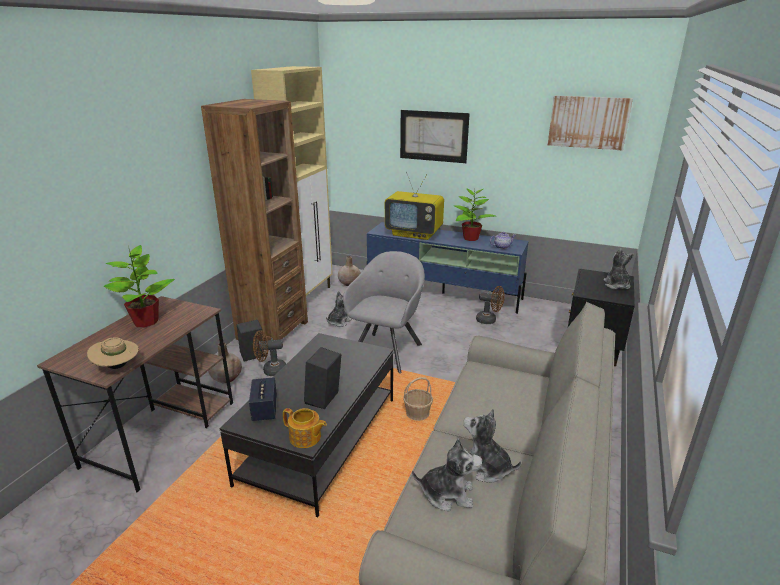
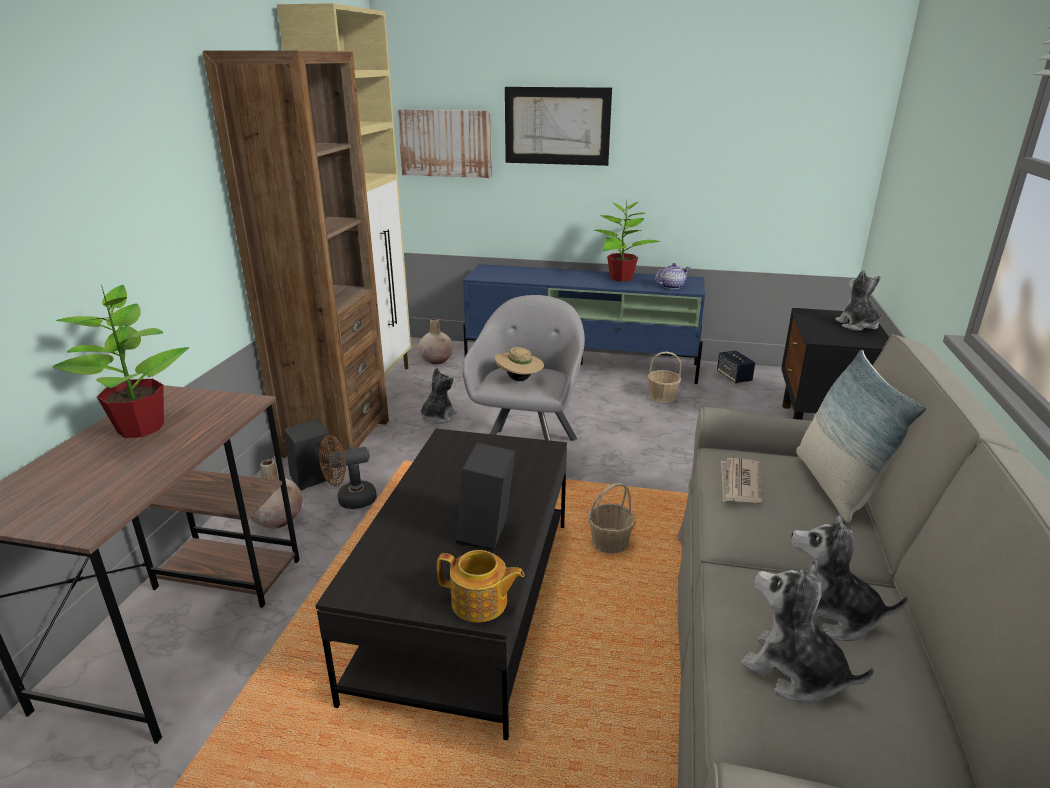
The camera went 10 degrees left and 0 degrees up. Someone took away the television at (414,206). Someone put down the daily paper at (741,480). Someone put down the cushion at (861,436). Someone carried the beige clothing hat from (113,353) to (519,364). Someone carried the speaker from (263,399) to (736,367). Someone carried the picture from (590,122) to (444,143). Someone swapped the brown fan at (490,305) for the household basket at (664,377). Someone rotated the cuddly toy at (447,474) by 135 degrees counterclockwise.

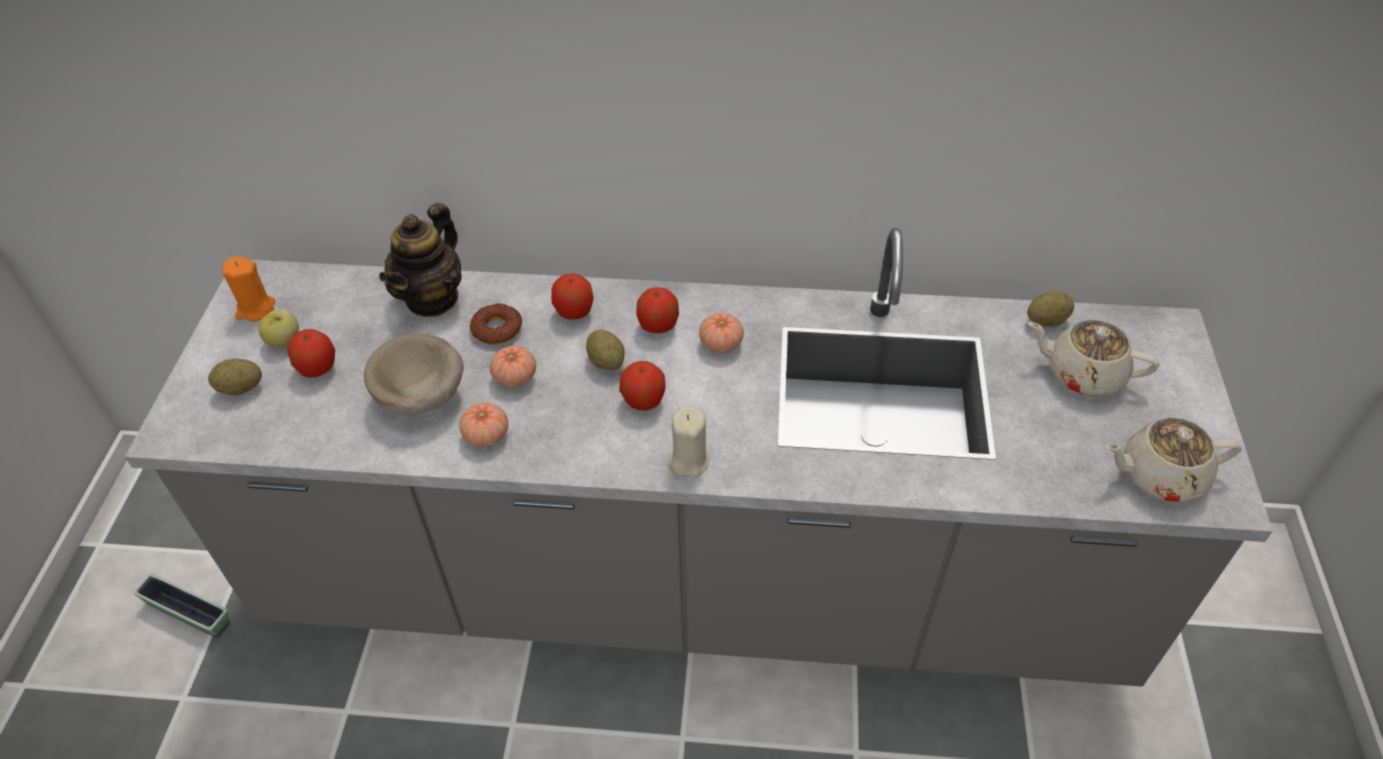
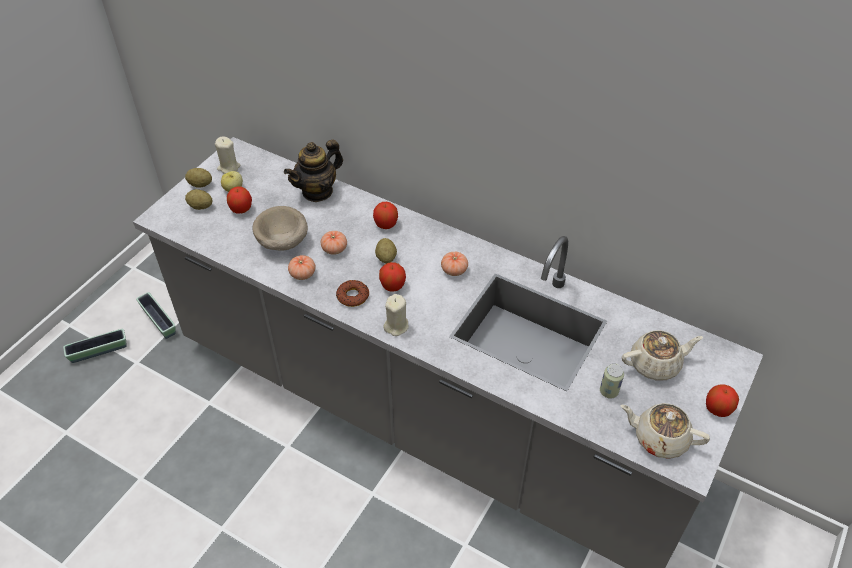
The camera went 25 degrees right and 0 degrees up. Someone put down the plant pot at (95,346). Someone put down the metal can at (612,381). Someone carried the doughnut from (496,323) to (352,293). Someone carried the apple fruit from (657,310) to (722,400). Someone carried the whole potato from (1050,309) to (198,178). Someone repainted the orangey candle at (249,289), which became the beige candle at (227,155). Someone rotated the beige teapot at (1093,357) by 120 degrees clockwise.

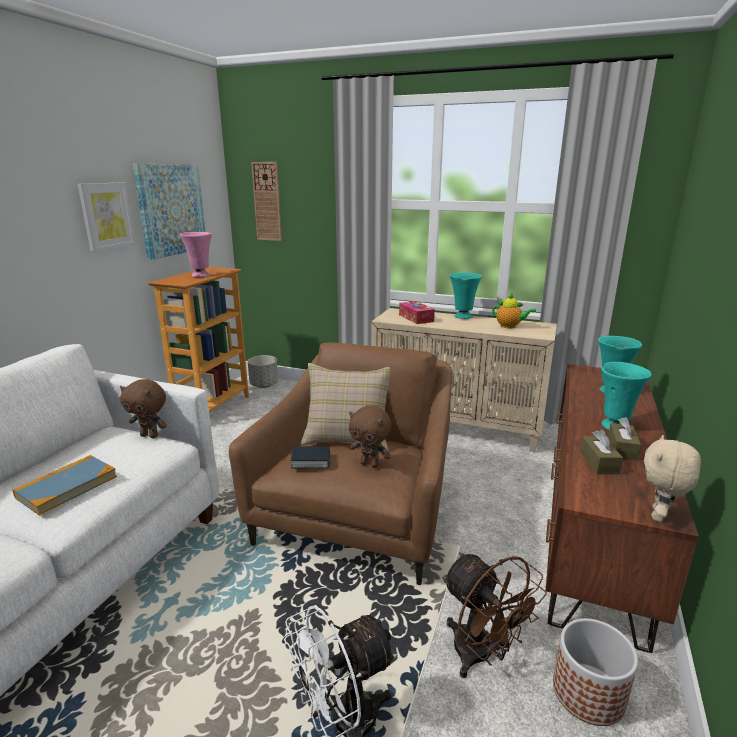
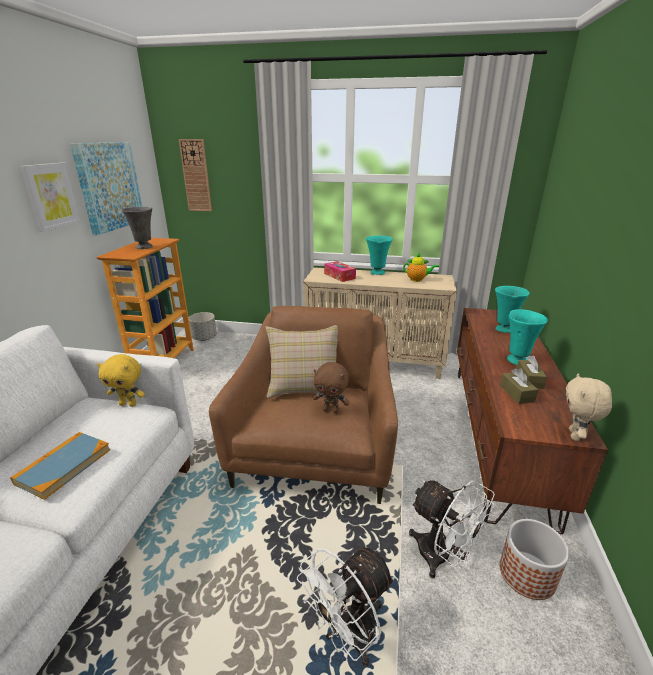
The camera went 10 degrees left and 5 degrees up. Someone took away the volume at (310,457). Someone repainted the brown cuddly toy at (143,408), which became the yellow cuddly toy at (121,380). Someone repainted the pink vase at (196,254), which became the gray vase at (137,228). Someone repainted the brown fan at (494,615), which became the whitish fan at (452,529).

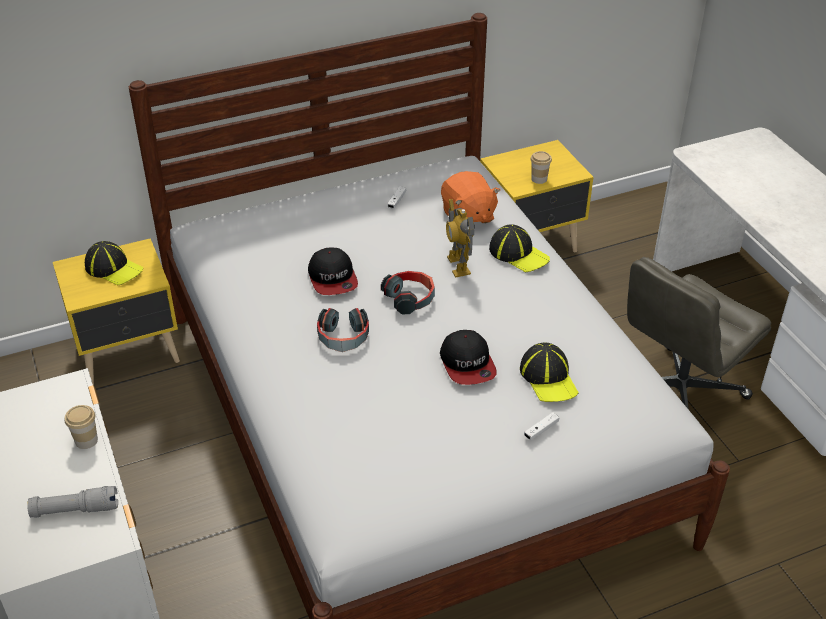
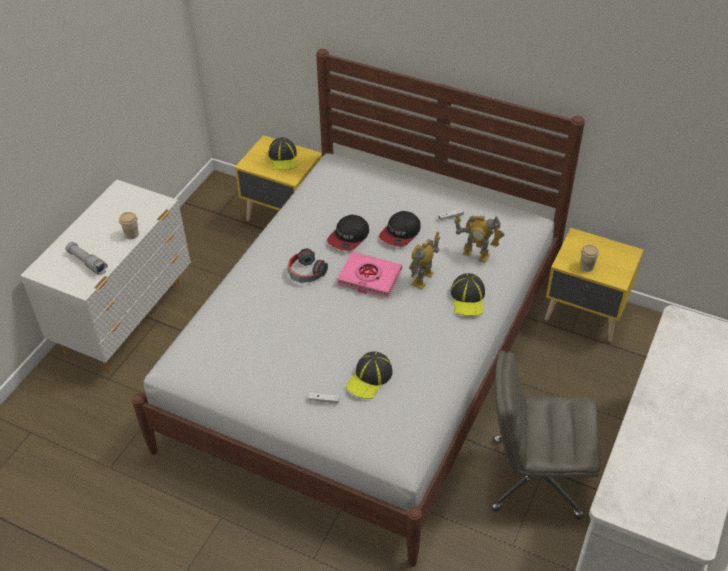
The camera went 50 degrees right and 5 degrees up. Someone carried the peaked cap from (468,357) to (400,229). Someone swapped the headphones at (408,293) for the pink volume at (369,275). Someone swapped the orangey cuddly toy at (470,197) for the robot figure at (479,238).

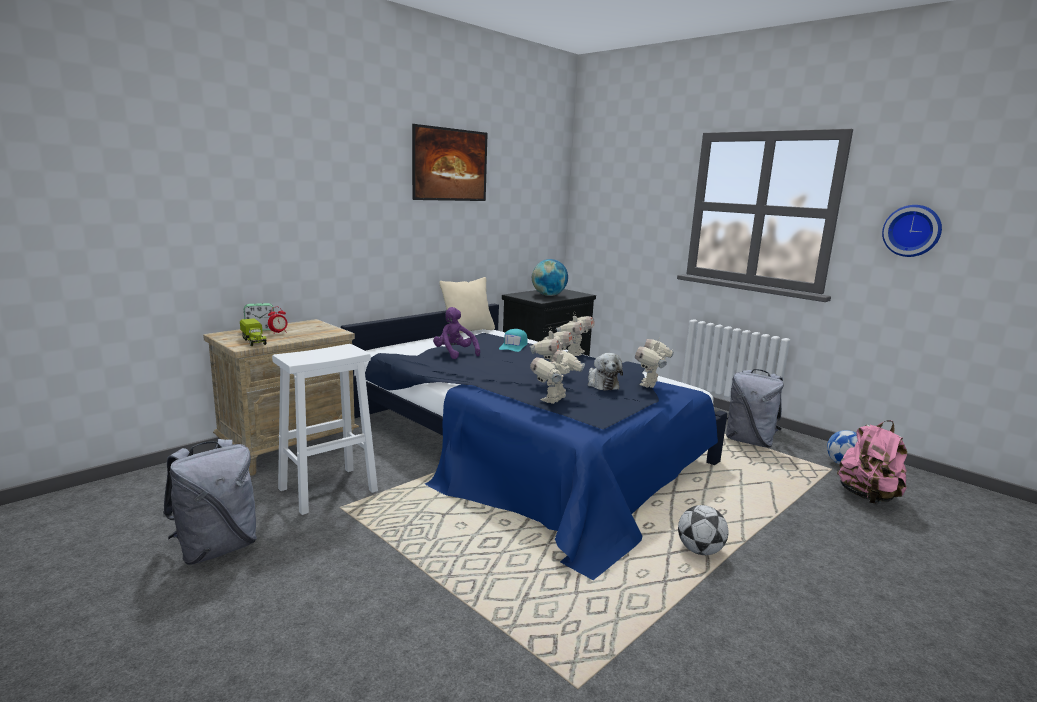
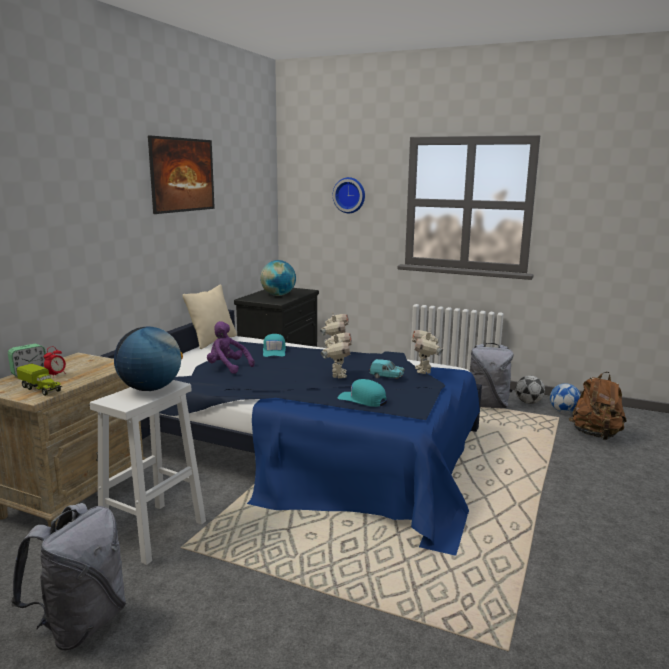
The camera went 20 degrees left and 0 degrees up. Someone put down the globe at (148,359). Someone carried the ball for football from (703,530) to (530,390). Someone carried the clock on the wall from (912,231) to (349,195). Someone swapped the robot figure at (557,376) for the turquoise-coloured peaked cap at (362,393). Someone swapped the cuddly toy at (605,372) for the turquoise-coloured miniature car at (387,369). Someone repainted the pink rucksack at (872,462), which became the brown rucksack at (598,406).

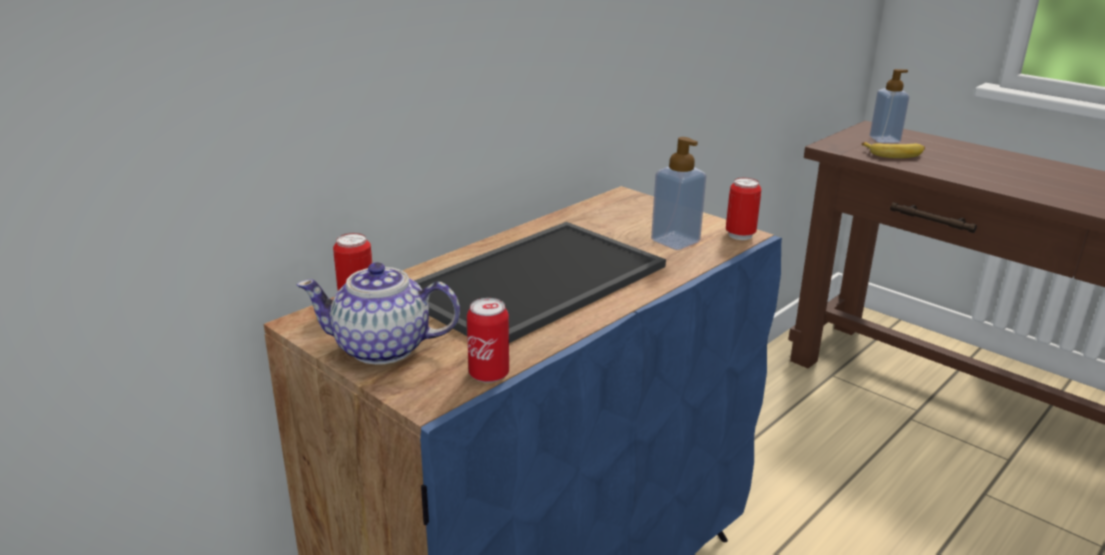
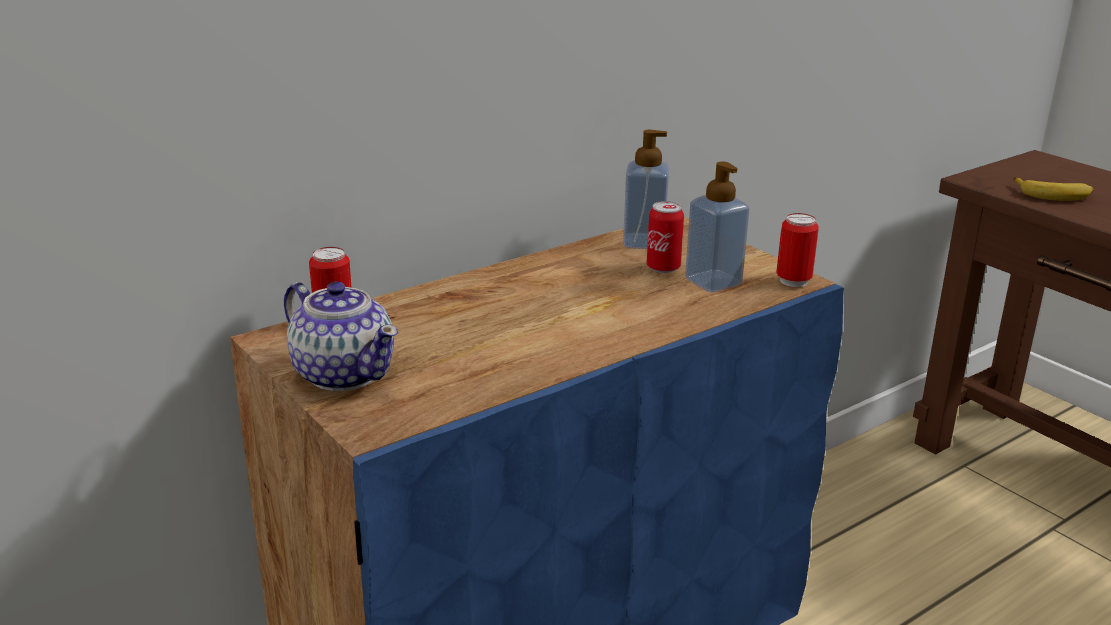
The camera went 10 degrees right and 0 degrees up. Someone took away the carrying tray at (540,282). Someone carried the metal can from (488,340) to (665,237). Someone carried the soap dispenser from (889,106) to (646,189). Someone rotated the teapot at (378,313) by 150 degrees counterclockwise.

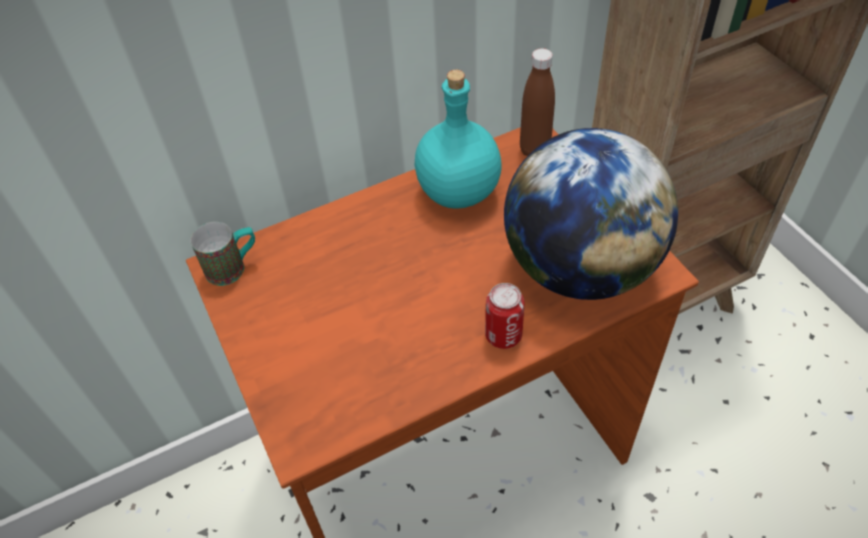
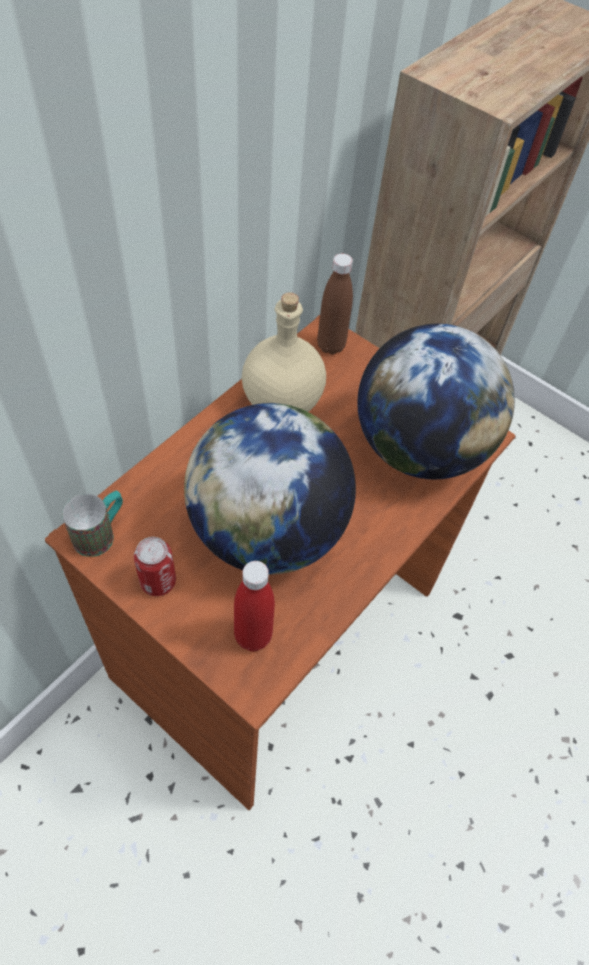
The camera went 30 degrees left and 5 degrees up. Someone put down the globe at (270,489). Someone put down the red-coloured drink bottle at (254,606). Someone carried the metal can from (505,316) to (155,566). Someone repainted the turquoise-coloured drink bottle at (458,139), which became the beige drink bottle at (284,352).

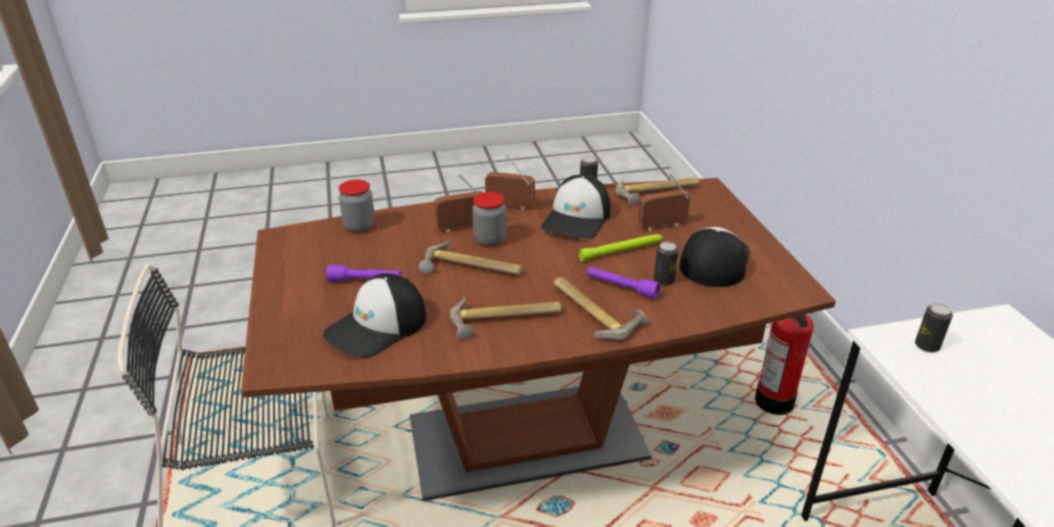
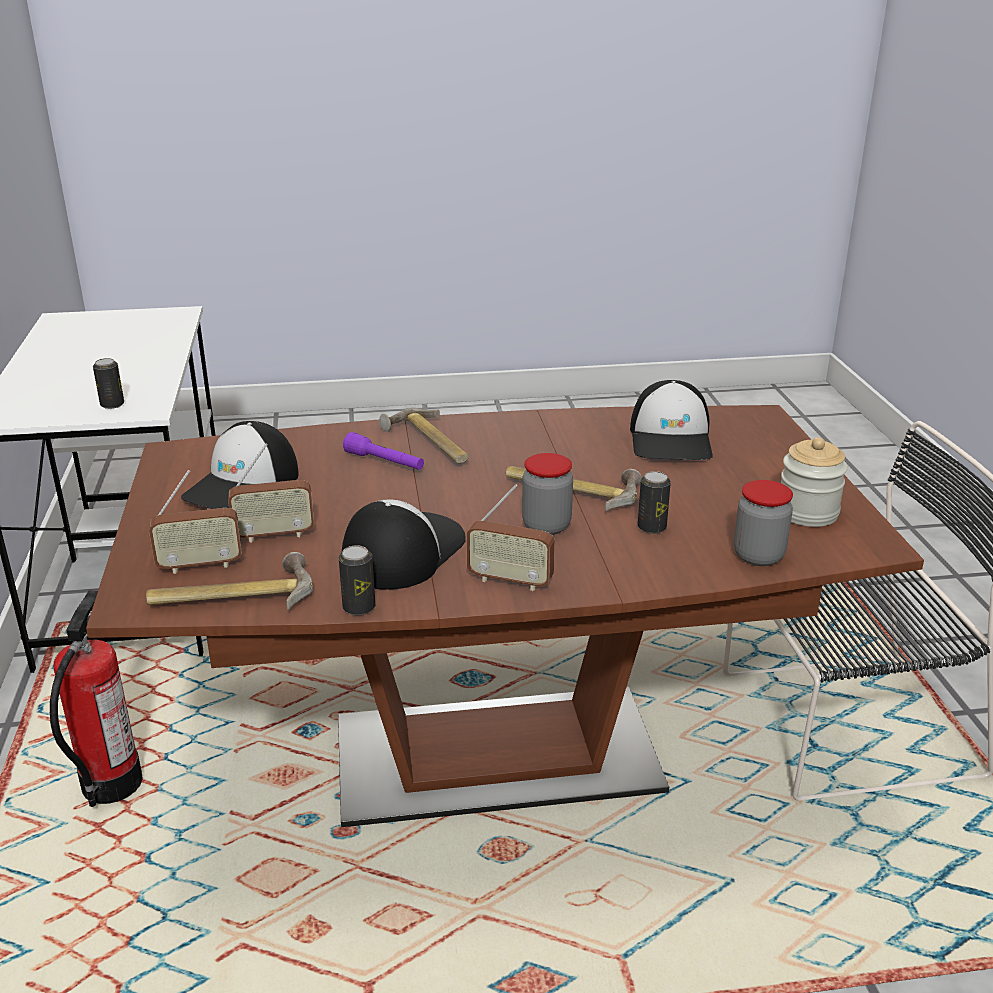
The camera went 175 degrees left and 5 degrees down. Someone took away the purple-coloured hand torch at (363,273). Someone took away the hammer at (505,318). Someone took away the green hand torch at (621,247). Someone put down the storage jar at (814,482). Someone carried the radio set from (458,203) to (195,522). Someone carried the metal can from (666,264) to (654,502). Someone rotated the peaked cap at (374,315) by 135 degrees clockwise.

